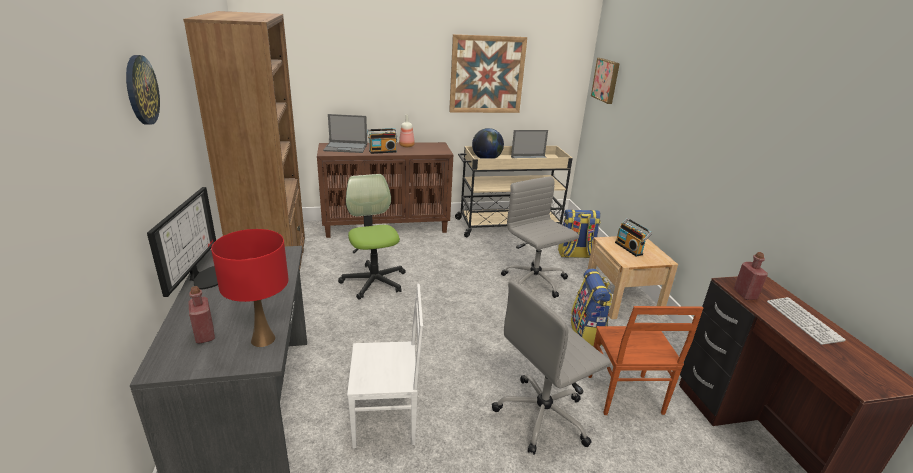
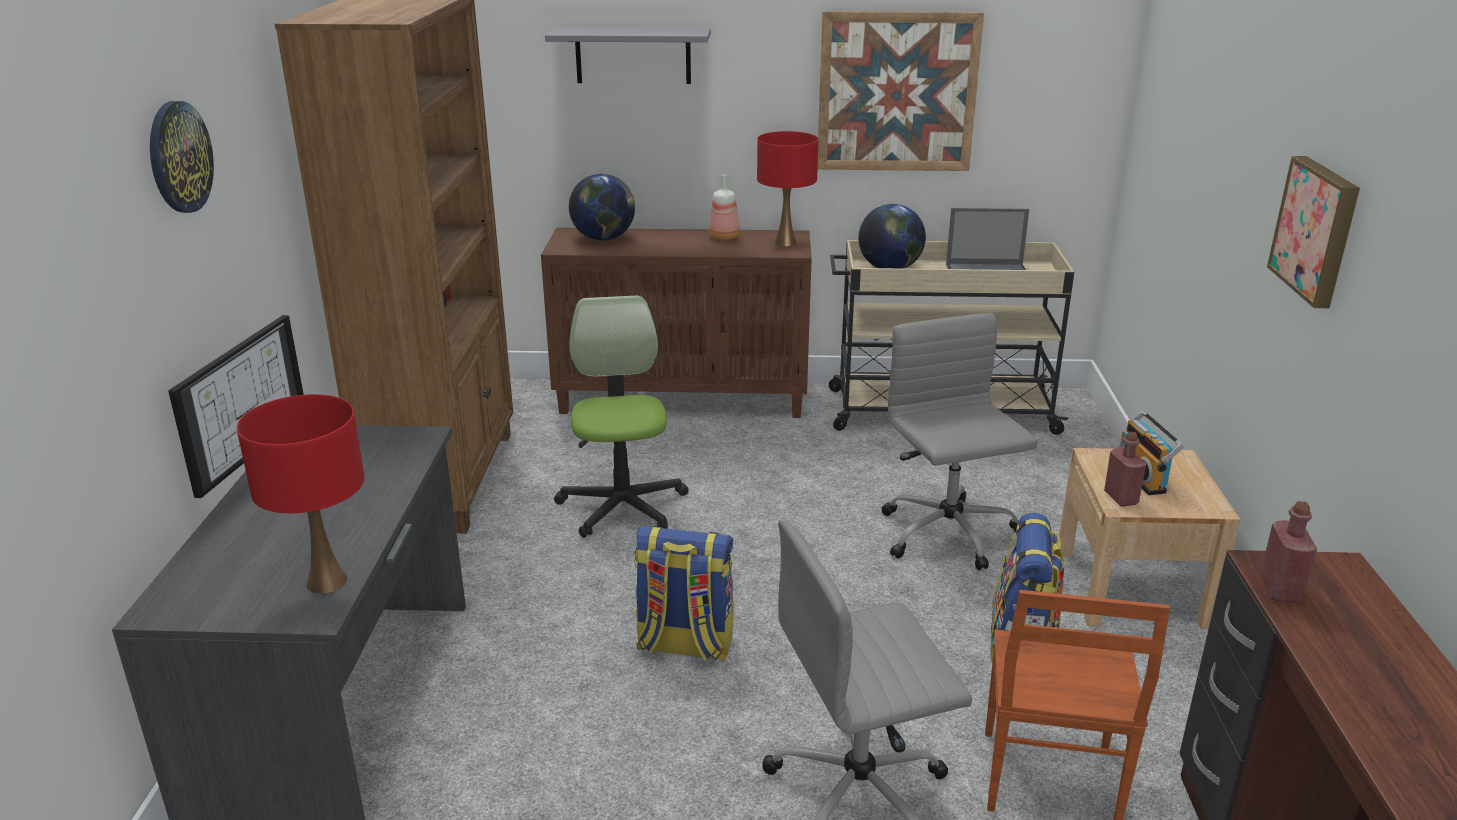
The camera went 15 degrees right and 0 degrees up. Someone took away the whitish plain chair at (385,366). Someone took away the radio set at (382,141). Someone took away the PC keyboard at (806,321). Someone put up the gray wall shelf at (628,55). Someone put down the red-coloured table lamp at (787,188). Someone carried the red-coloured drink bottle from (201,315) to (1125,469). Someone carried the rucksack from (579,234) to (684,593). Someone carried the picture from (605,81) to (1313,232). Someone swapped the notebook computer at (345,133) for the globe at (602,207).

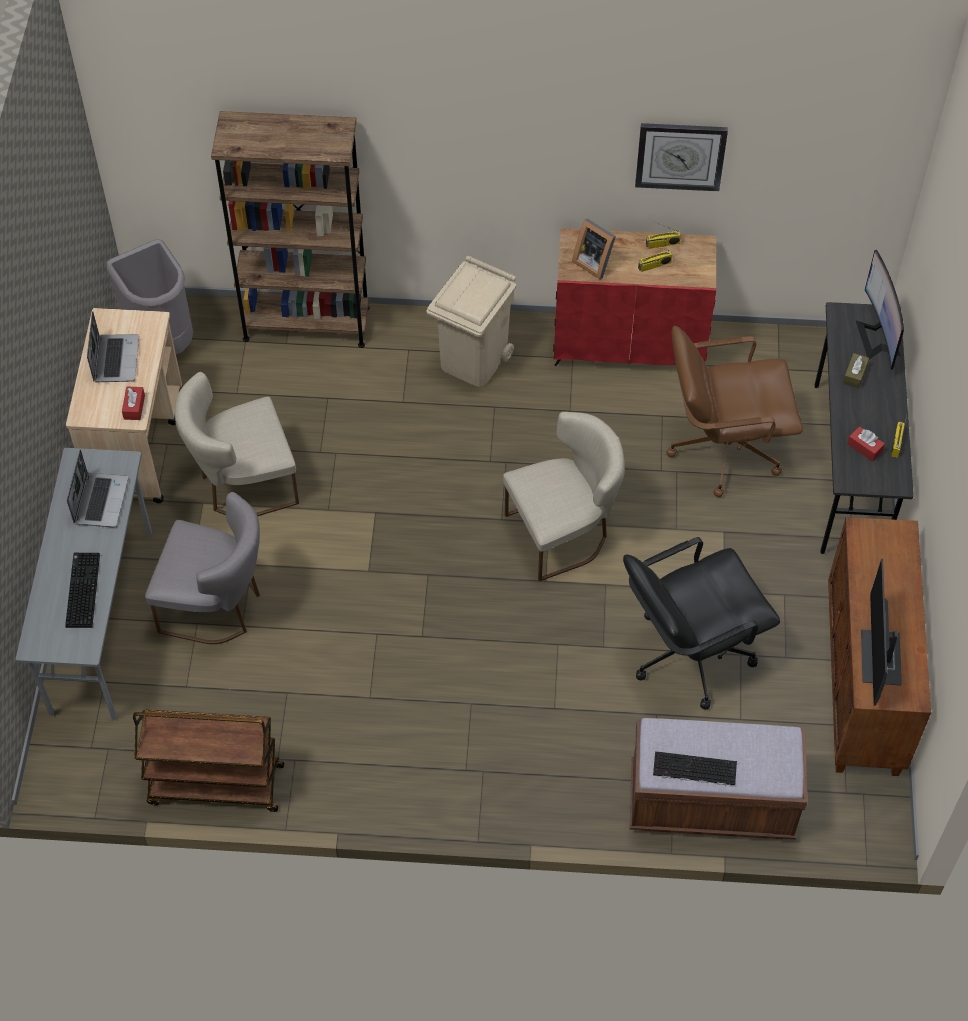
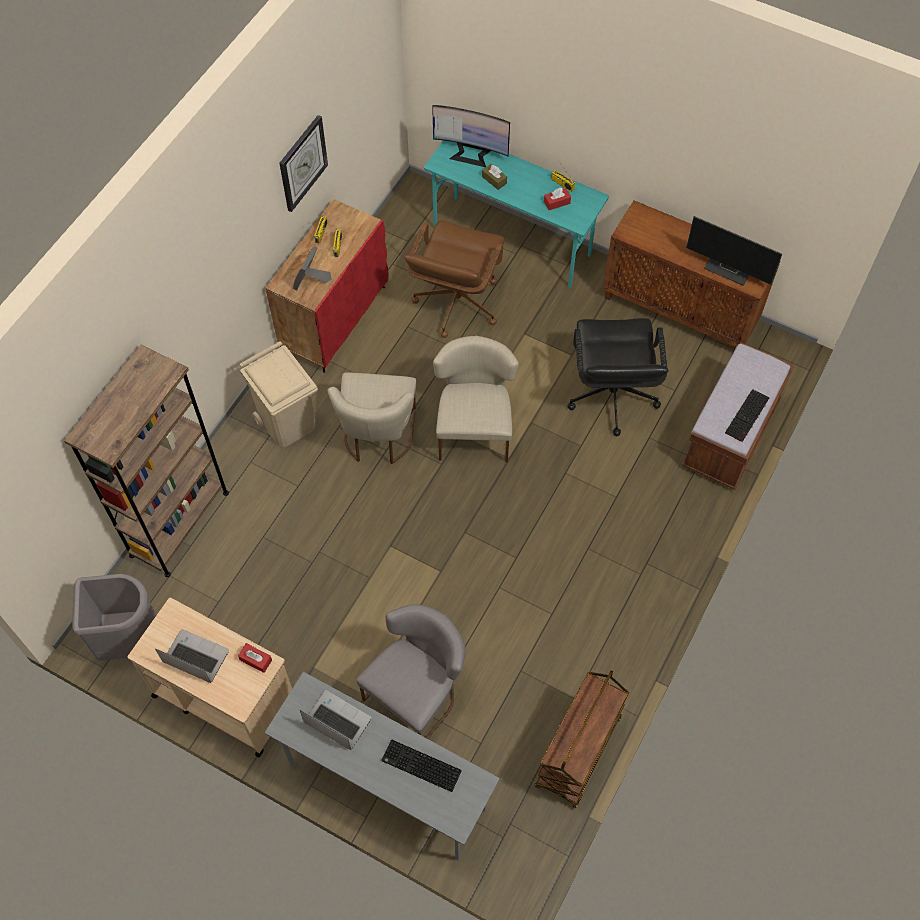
The camera went 65 degrees left and 5 degrees up. Someone carried the beige plain chair from (237,444) to (371,418). Someone repainted the gray desk at (864,428), which became the turquoise-coloured desk at (516,214). Someone rotated the standing frame at (594,248) by 135 degrees clockwise.

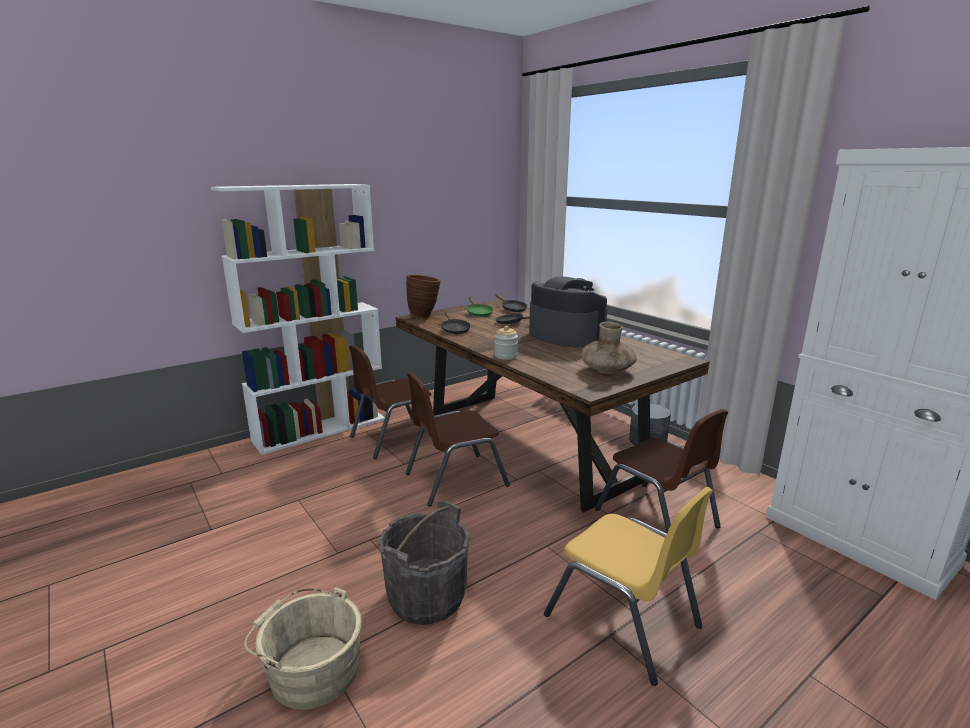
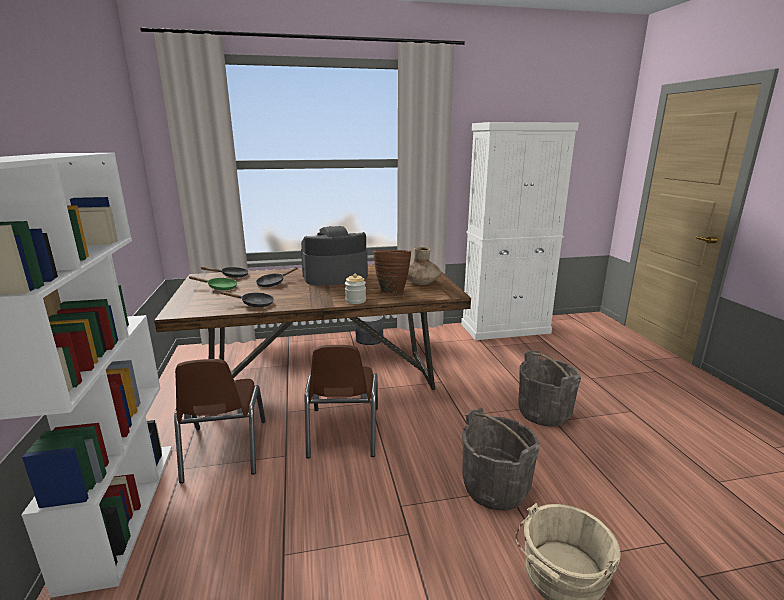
The camera went 65 degrees left and 0 degrees up. Someone took away the brown plain chair at (661,470). Someone carried the brown vase from (423,296) to (392,272). Someone swapped the yellow plain chair at (628,586) for the gray bucket at (549,388).

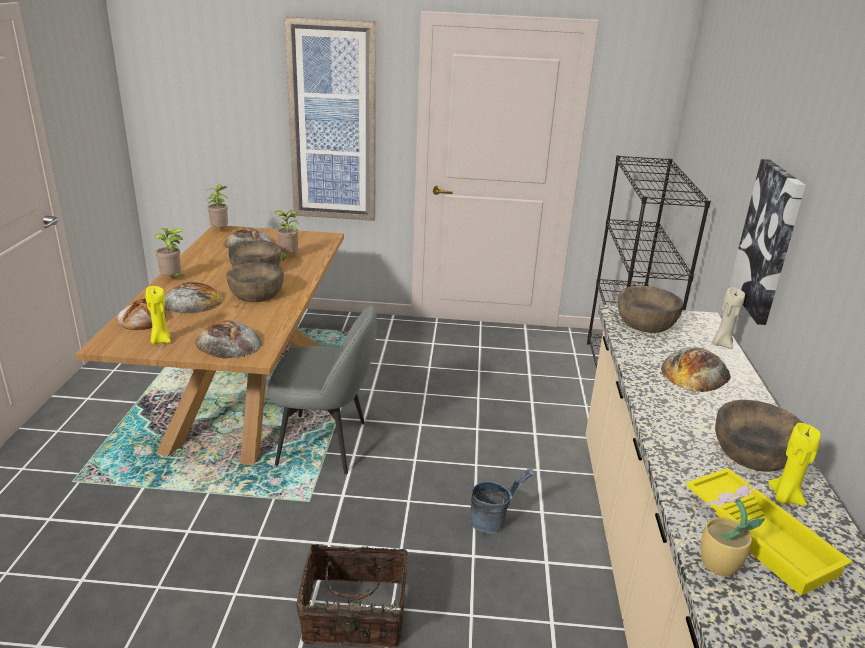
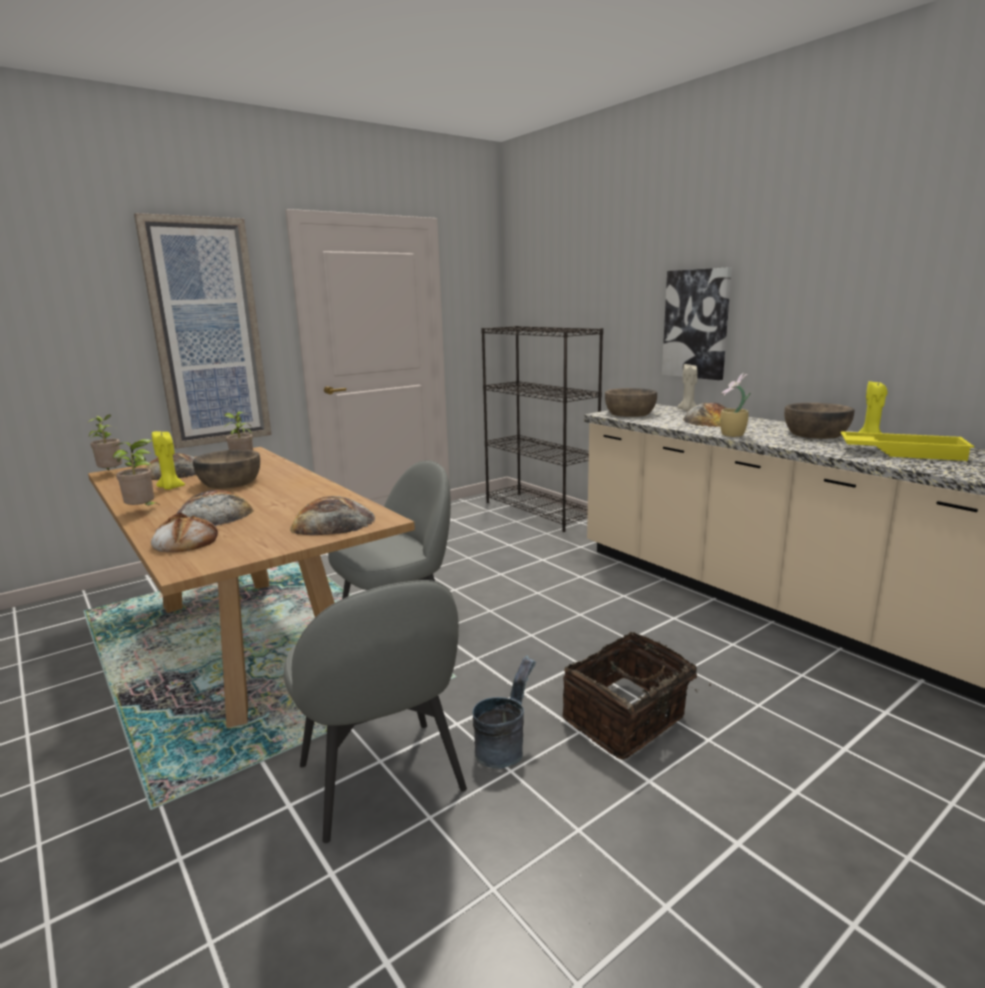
The camera went 40 degrees left and 10 degrees down. Someone took away the brown bowl at (255,282). Someone put down the gray plain chair at (375,711). Someone carried the yellow candle from (158,315) to (168,460). Someone carried the gray bucket from (501,501) to (504,711). Someone carried the potted plant from (733,530) to (735,405).

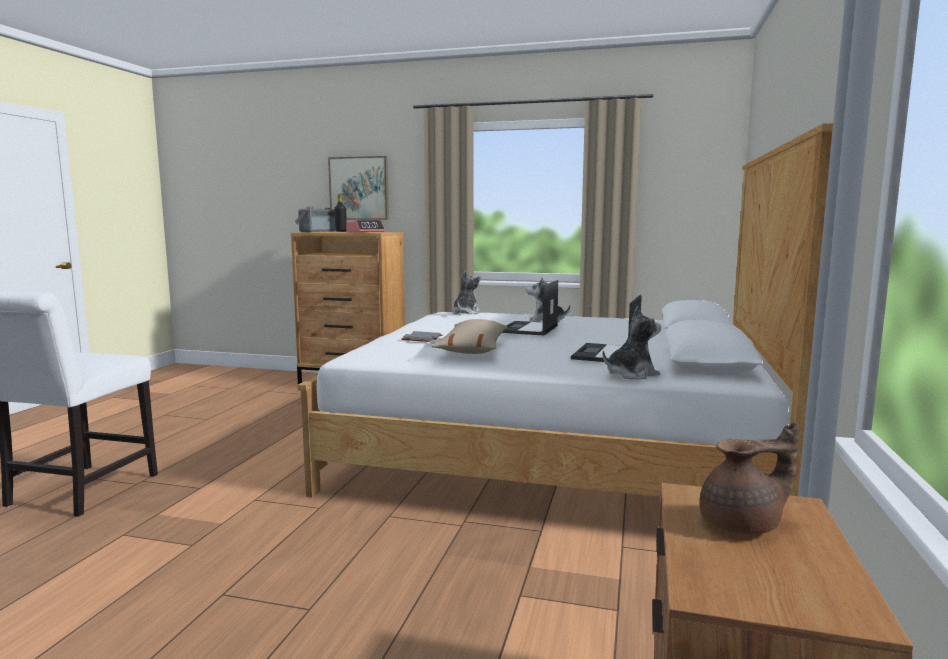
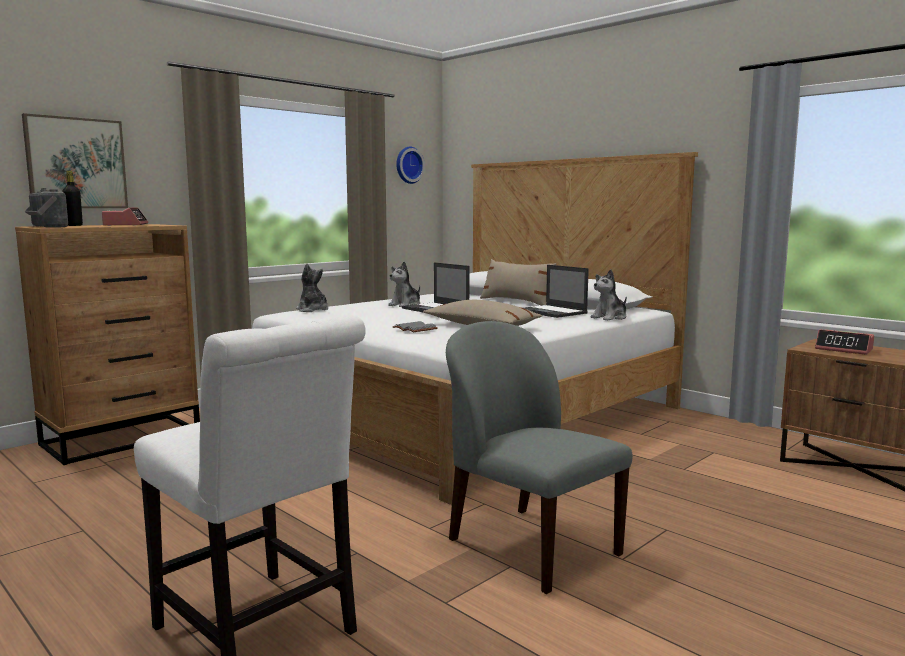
The camera went 60 degrees left and 0 degrees up. Someone put up the clock on the wall at (410,165). Someone put down the gray plain chair at (539,457). Someone put down the beige cushion at (518,282). Someone swapped the brown teapot at (749,478) for the alarm clock at (844,342). Someone rotated the cuddly toy at (632,343) by 135 degrees counterclockwise.

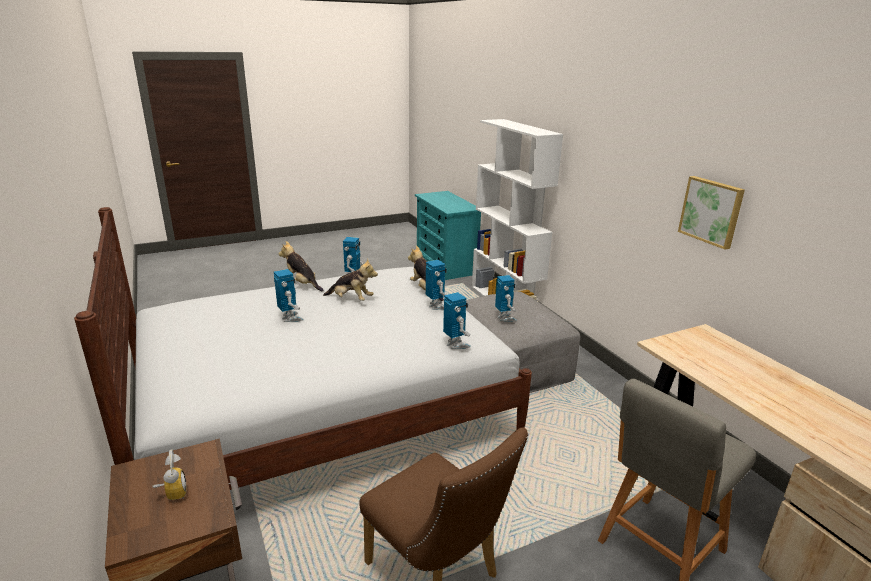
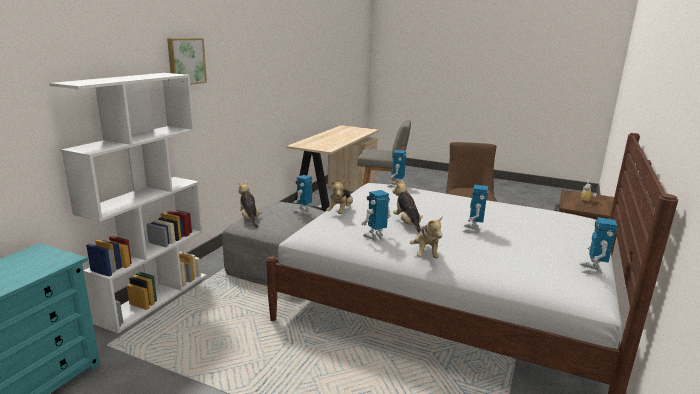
The camera went 130 degrees left and 5 degrees down. Someone put down the cuddly toy at (250,204). Someone carried the robot figure from (436,285) to (598,245). Someone carried the picture from (711,213) to (187,61).

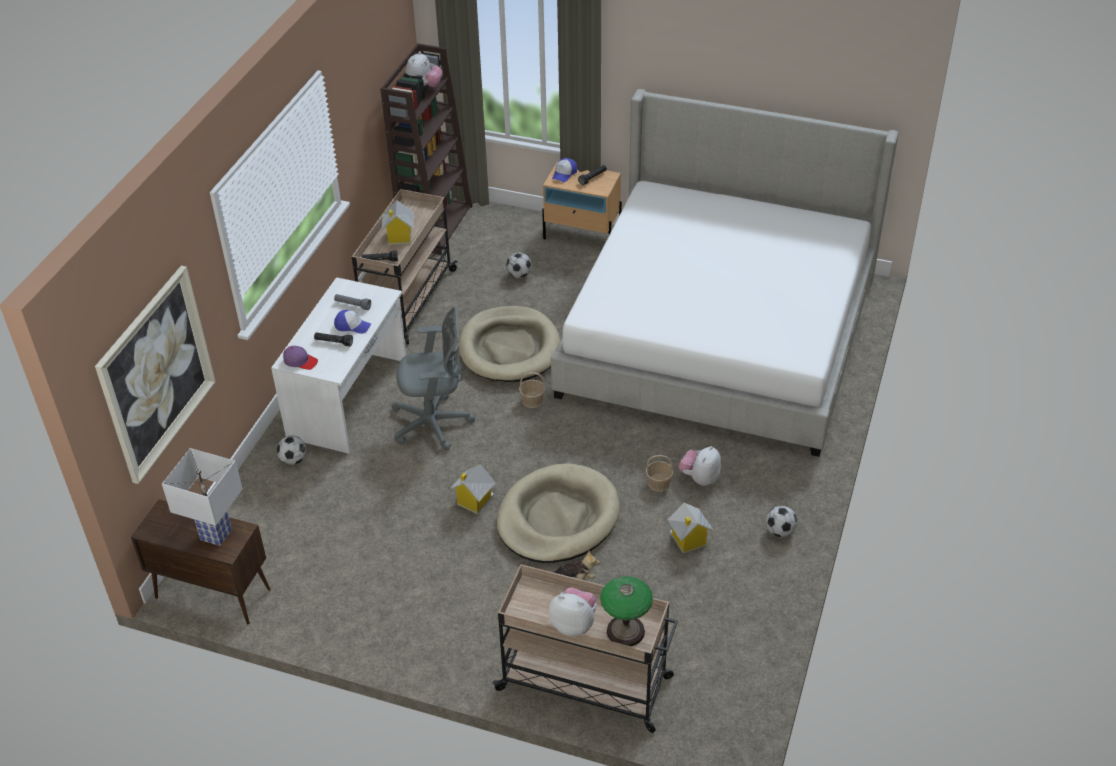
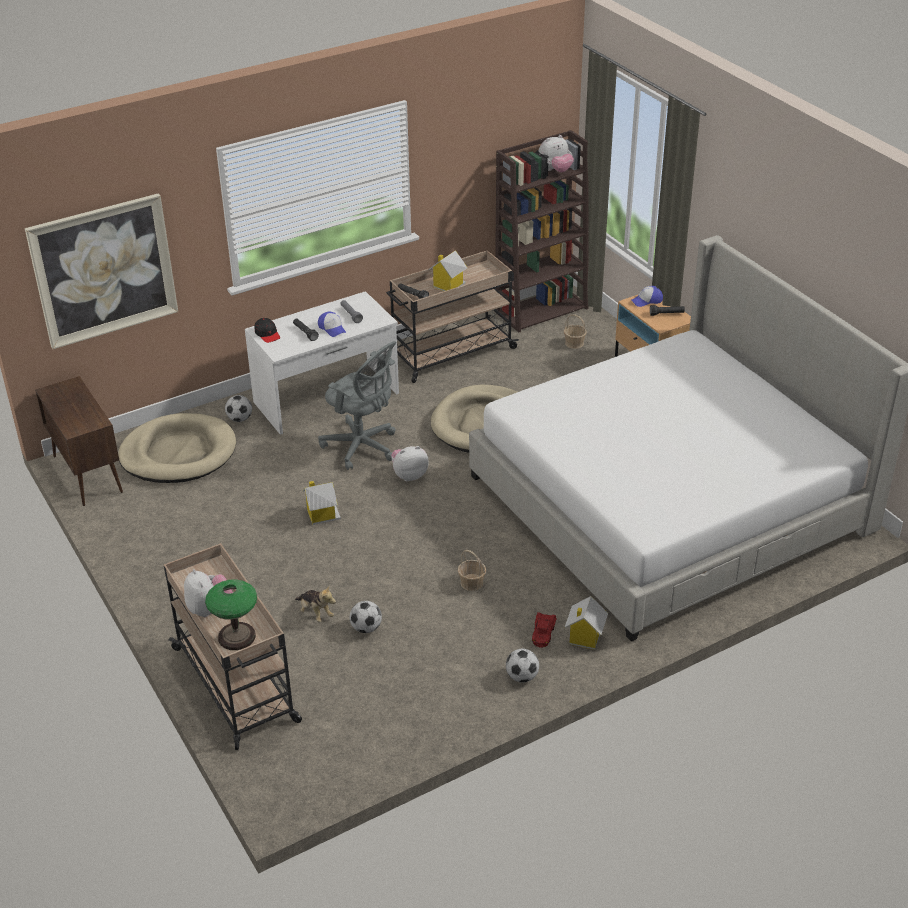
The camera went 40 degrees right and 5 degrees down. Someone took away the whitish table lamp at (202,497). Someone put down the red-coloured miniature car at (544,629). Someone carried the beige pet bed from (558,513) to (177,448). Someone carried the ball for football from (519,265) to (366,617). Someone carried the household basket from (532,390) to (575,331). Someone carried the model house from (690,528) to (586,623). Someone carried the cuddly toy from (700,466) to (410,463). Someone repainted the purple-coloured peaked cap at (300,358), which became the blackish peaked cap at (267,330).

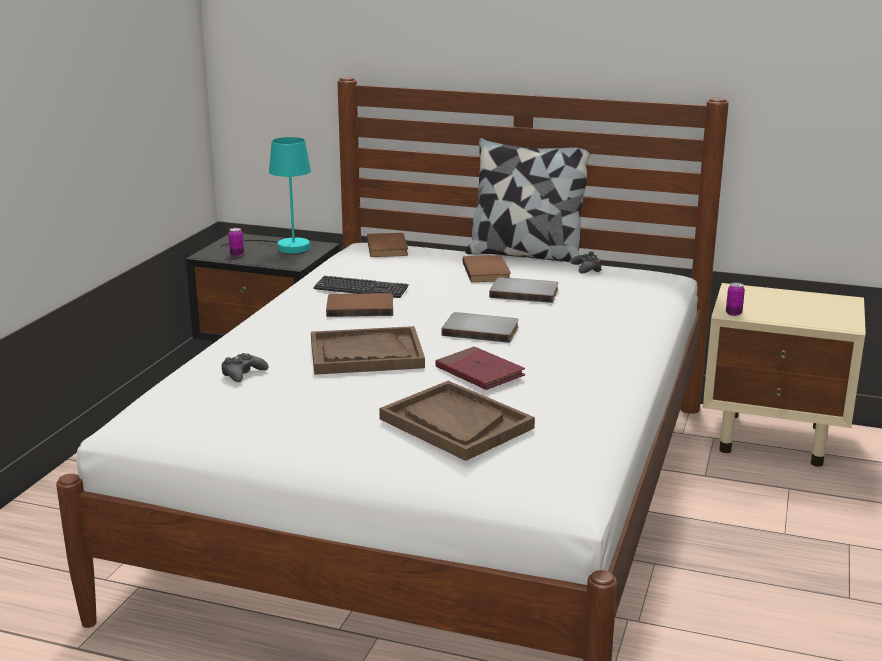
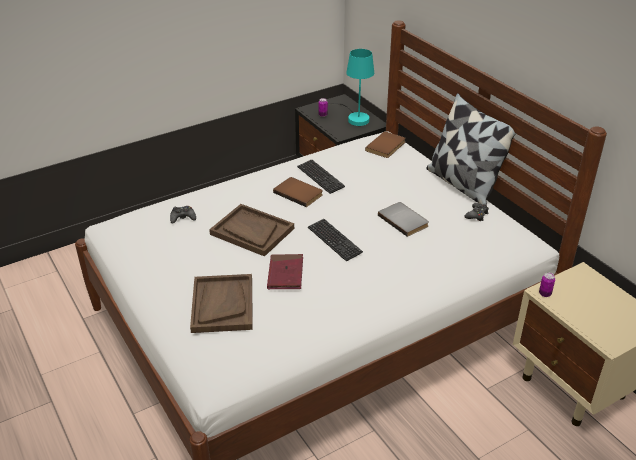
The camera went 40 degrees right and 15 degrees up. Someone took away the brown volume at (486,268). Someone swapped the gray volume at (480,327) for the PC keyboard at (335,240).

